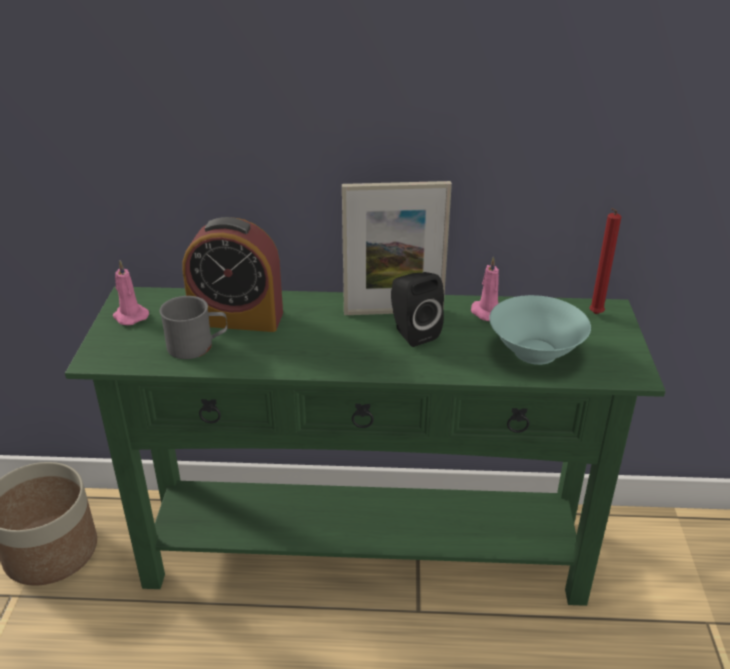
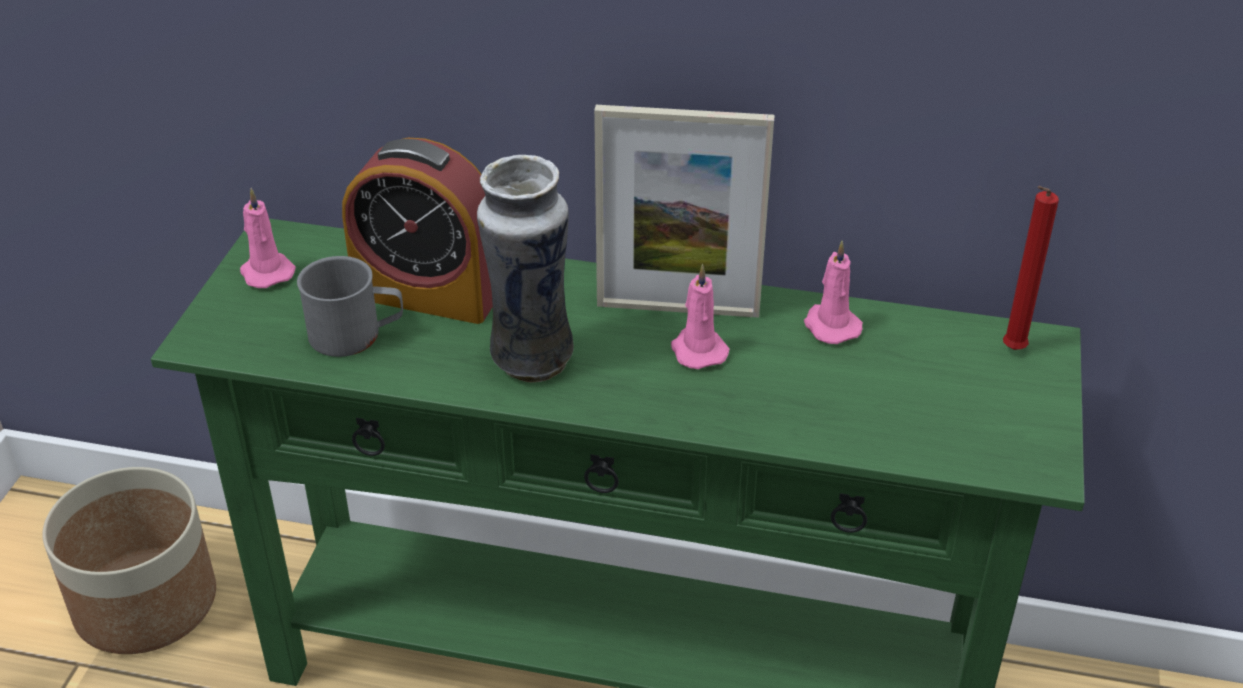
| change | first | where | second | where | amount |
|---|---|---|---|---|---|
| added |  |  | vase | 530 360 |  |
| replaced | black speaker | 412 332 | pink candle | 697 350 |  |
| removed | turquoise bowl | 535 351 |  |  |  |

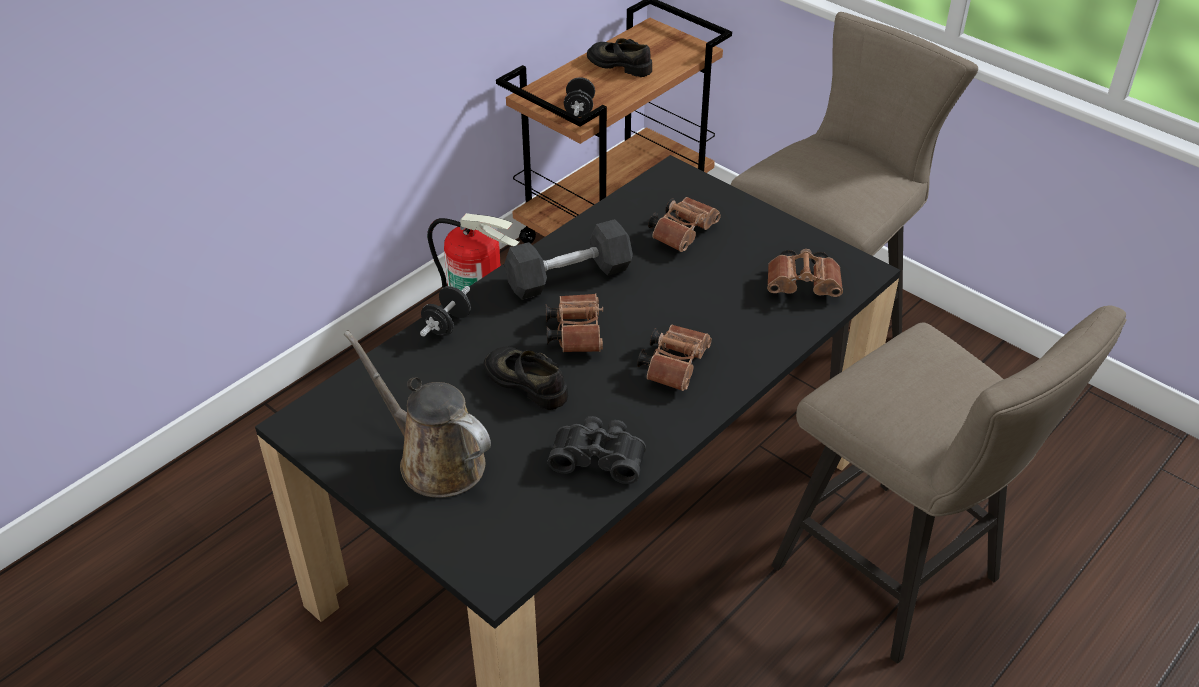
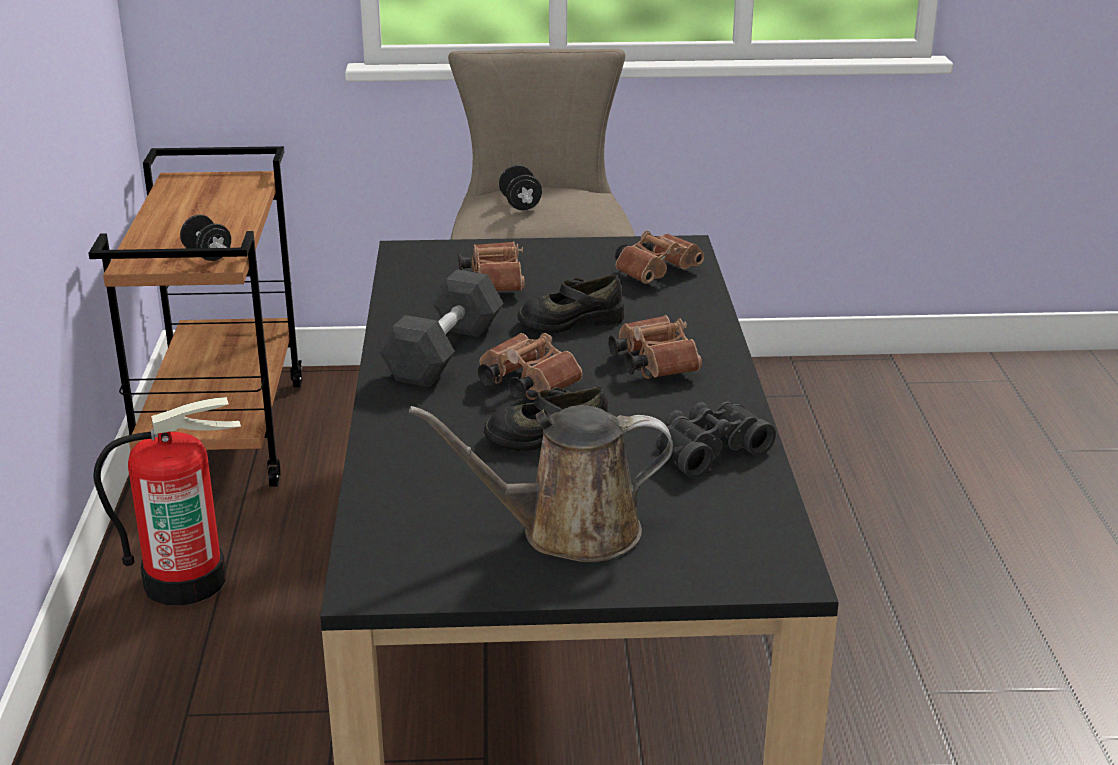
| change | first | where | second | where | amount |
|---|---|---|---|---|---|
| moved | black dumbbell | 447 324 |  | 520 204 |  |
| moved | black shoe | 620 64 |  | 570 321 |  |
| removed | beige stool | 899 580 |  |  |  |

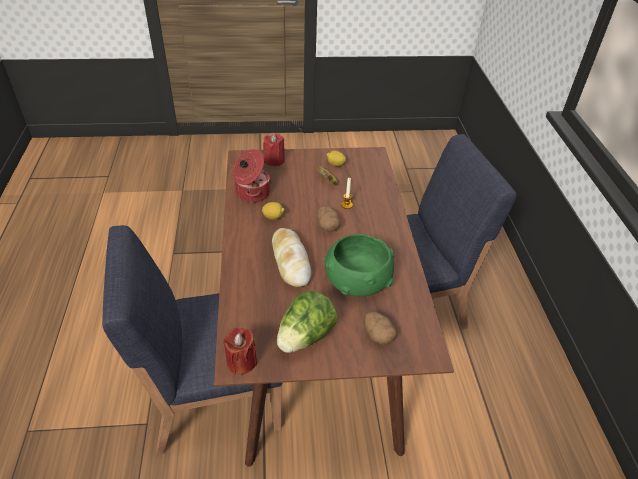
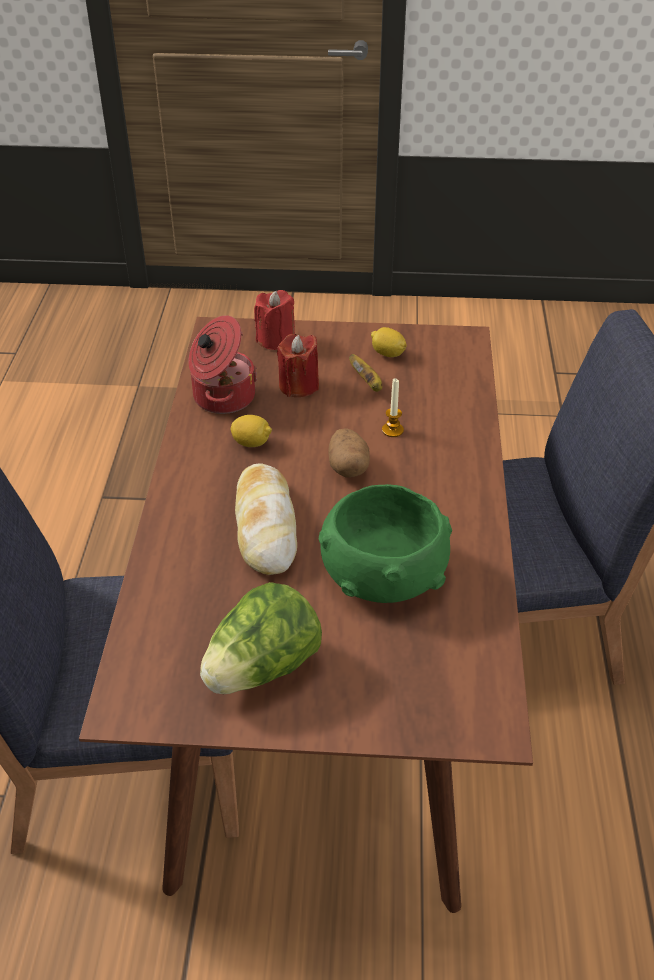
| change | first | where | second | where | amount |
|---|---|---|---|---|---|
| moved | red candle | 241 362 |  | 299 386 |  |
| removed | potato | 378 335 |  |  |  |

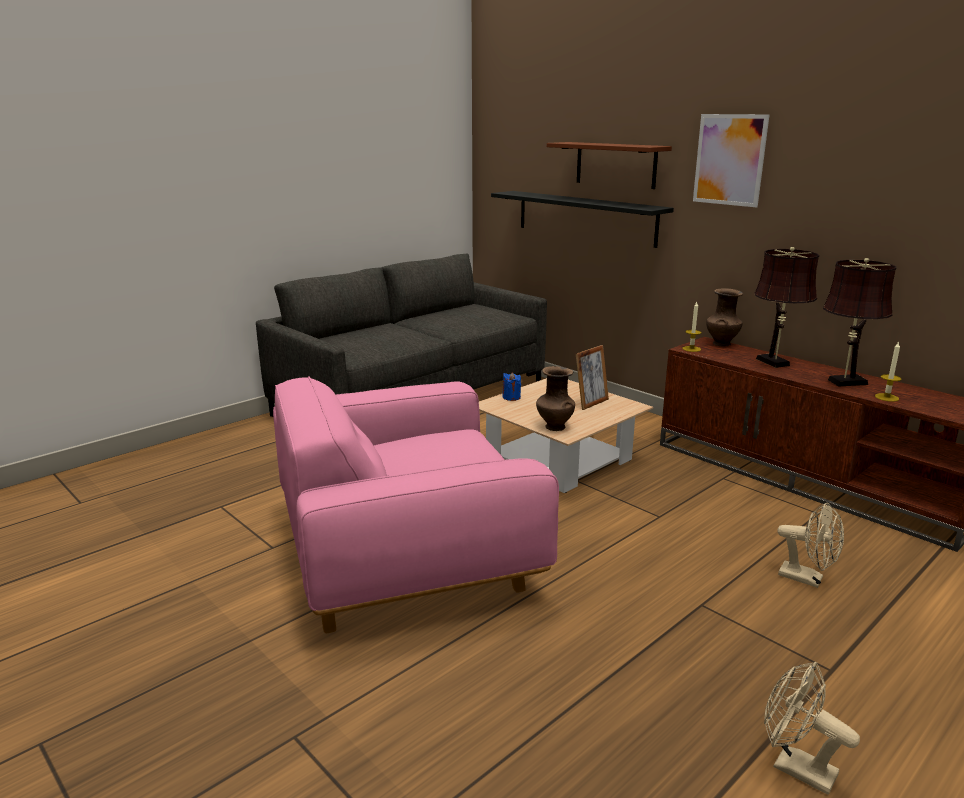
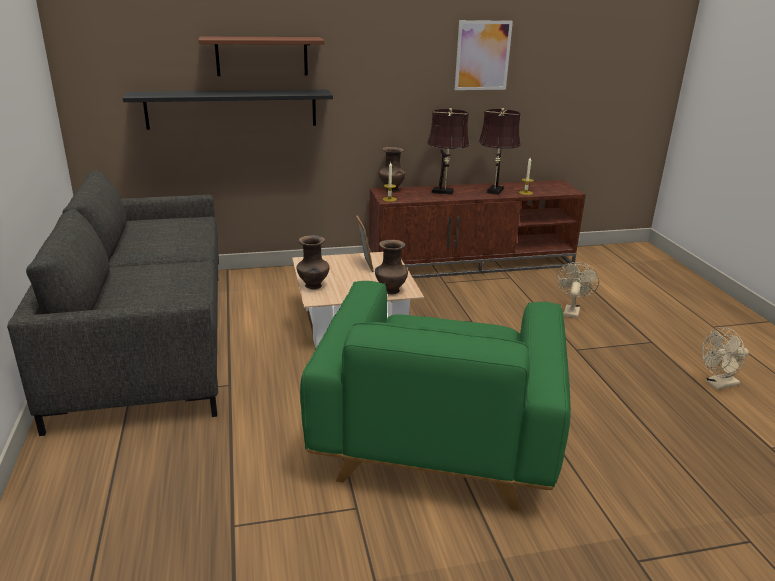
| change | first | where | second | where | amount |
|---|---|---|---|---|---|
| replaced | blue candle | 511 397 | brown vase | 313 286 |  |
| recoloured | pink armchair | 406 557 | green armchair | 437 437 |  |
| moved | picture | 729 160 |  | 482 55 |  |
| turned | beige fan | 807 579 |  | 571 310 | 45 degrees counterclockwise |

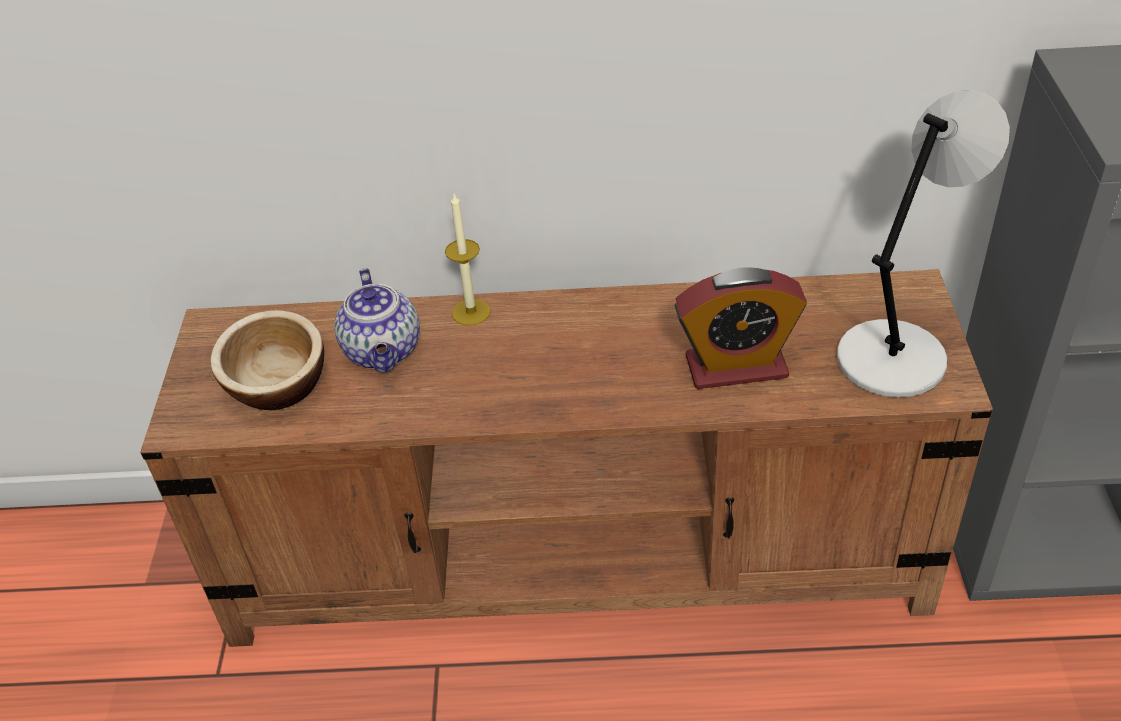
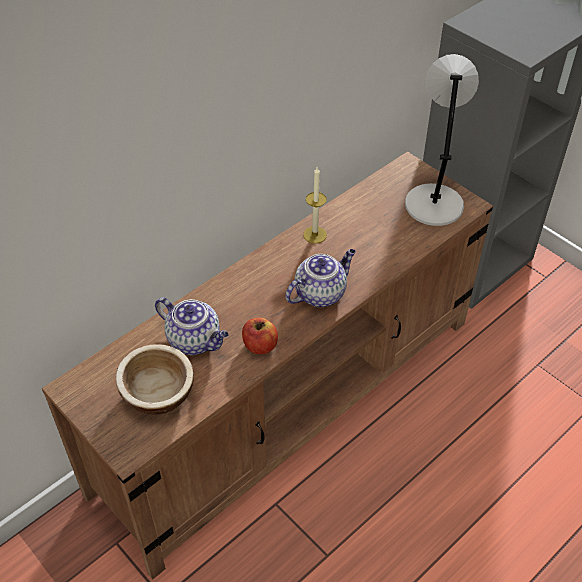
| change | first | where | second | where | amount |
|---|---|---|---|---|---|
| added |  |  | apple | 260 345 |  |
| added |  |  | teapot | 320 293 |  |
| moved | candle | 471 312 |  | 315 235 |  |
| removed | alarm clock | 736 367 |  |  |  |

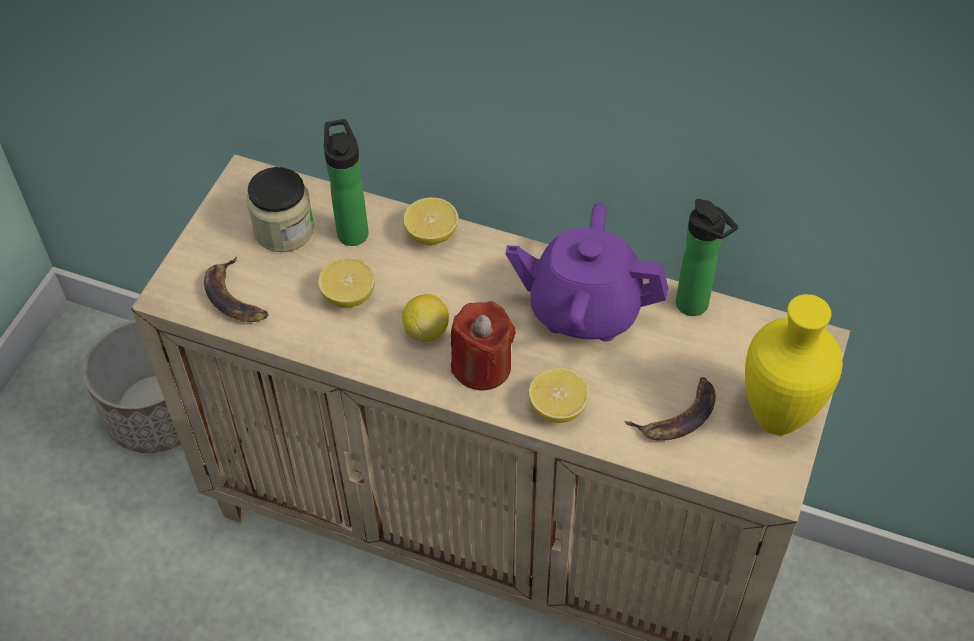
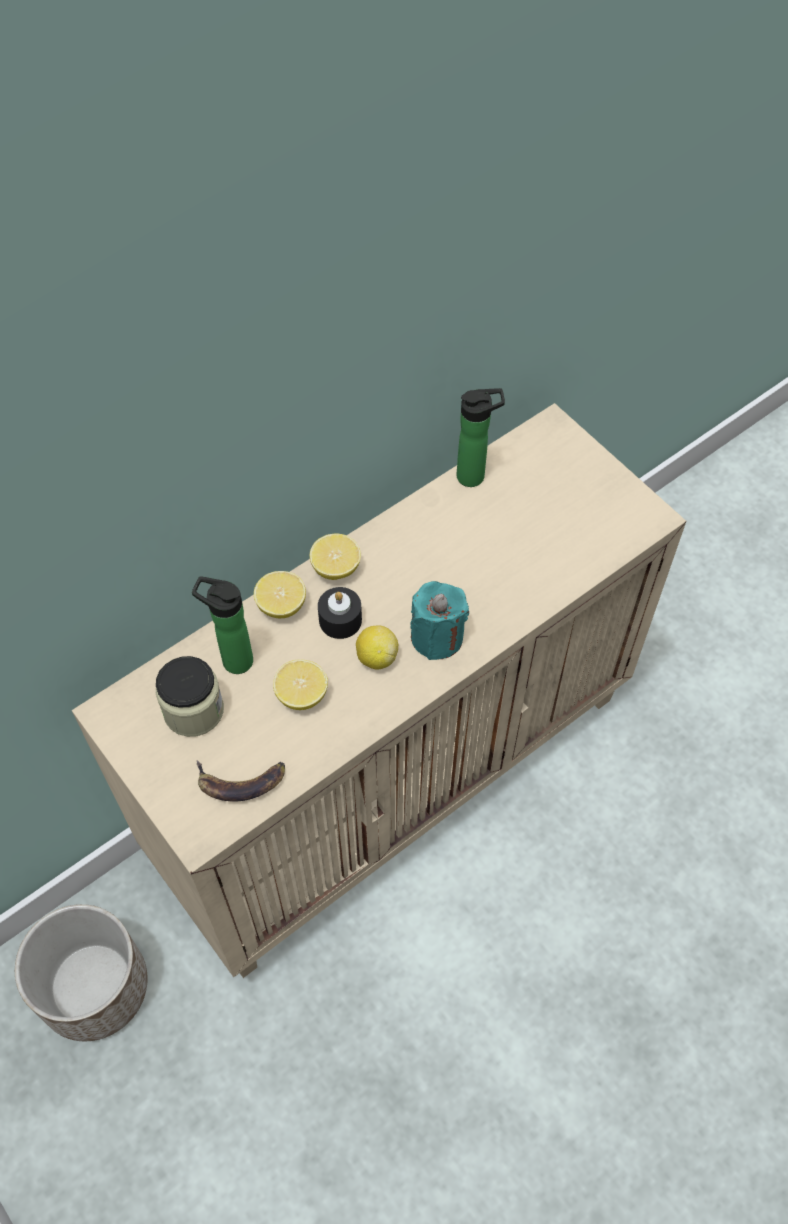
| change | first | where | second | where | amount |
|---|---|---|---|---|---|
| moved | lemon | 558 408 |  | 336 567 |  |
| added |  |  | black candle | 340 620 |  |
| recoloured | red candle | 482 366 | turquoise candle | 437 637 |  |
| removed | purple teapot | 584 309 |  |  |  |
| removed | banana | 678 415 |  |  |  |
| removed | yellow vase | 780 418 |  |  |  |

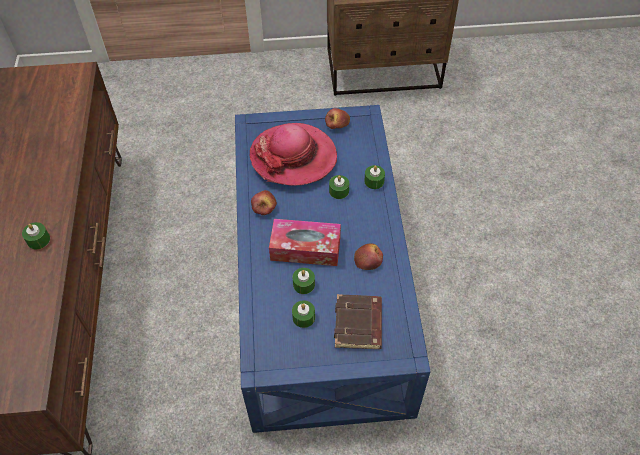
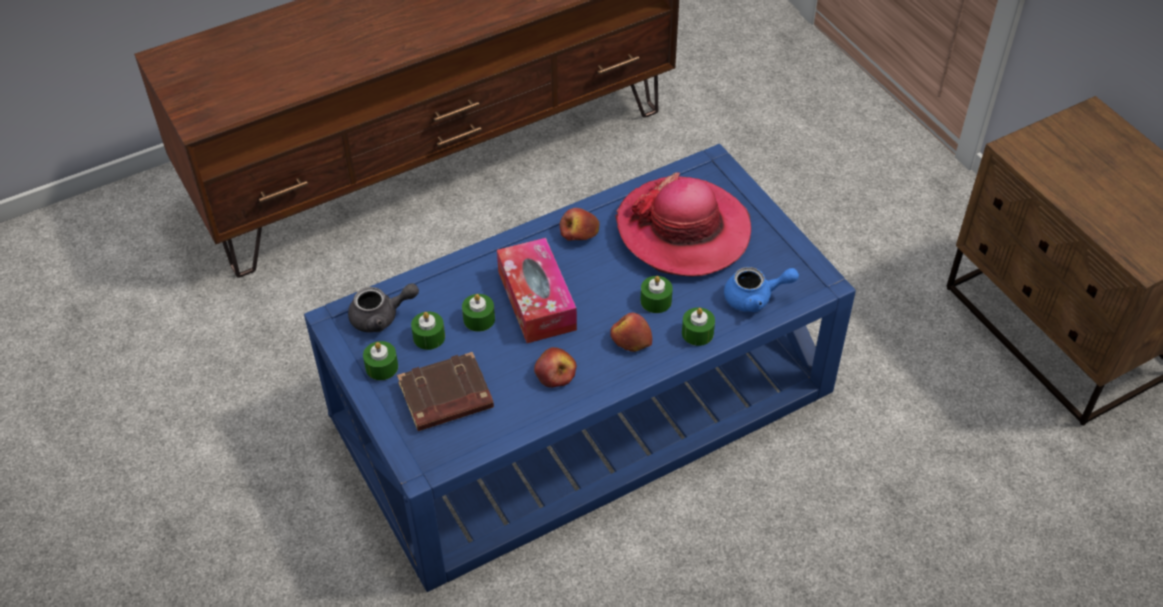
| change | first | where | second | where | amount |
|---|---|---|---|---|---|
| added |  |  | grey teapot | 381 317 |  |
| moved | green candle | 38 240 |  | 382 367 |  |
| moved | apple | 337 123 |  | 630 340 |  |
| added |  |  | blue teapot | 755 298 |  |

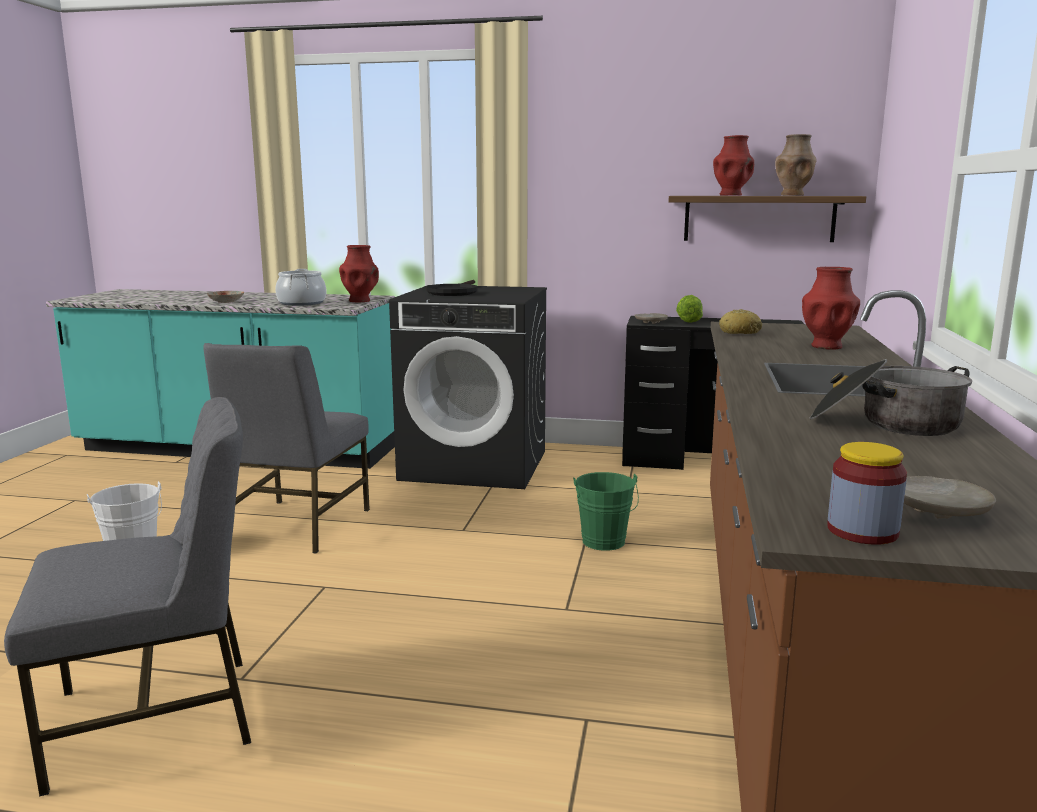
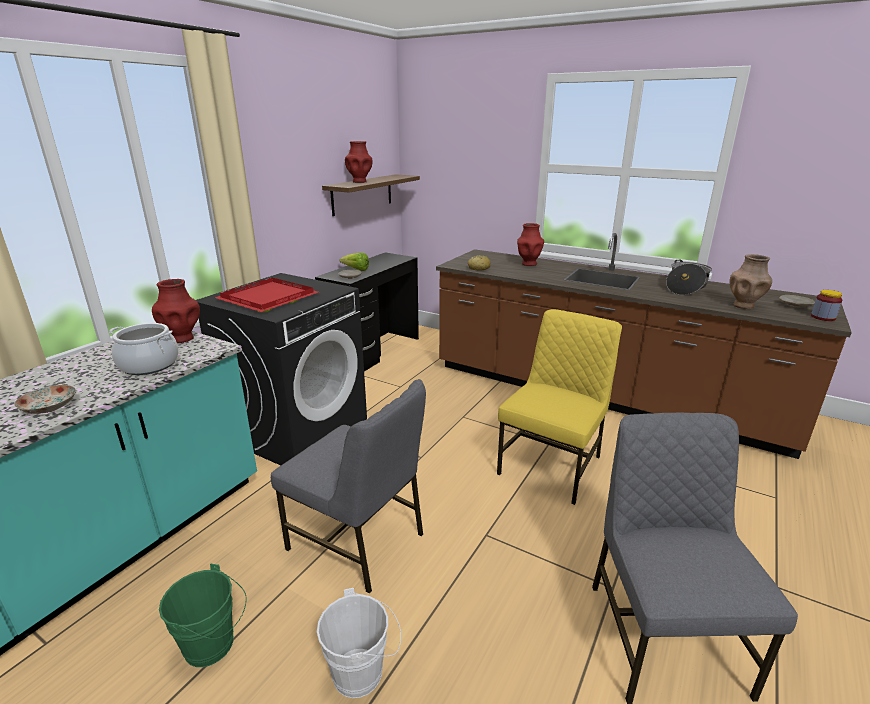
| change | first | where | second | where | amount |
|---|---|---|---|---|---|
| moved | green bucket | 604 543 |  | 214 646 |  |
| replaced | black frying pan | 454 292 | red tray | 268 298 |  |
| added |  |  | yellow chair | 552 465 |  |
| moved | brown vase | 793 195 |  | 744 306 |  |

